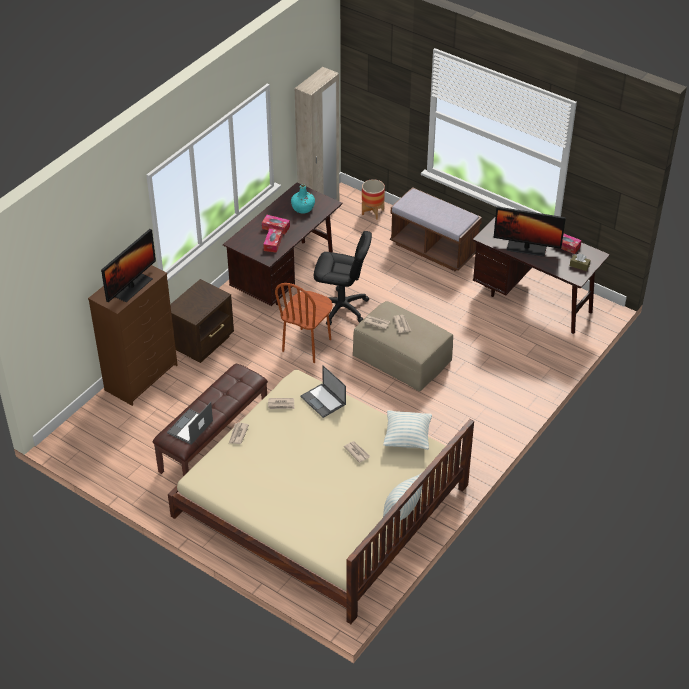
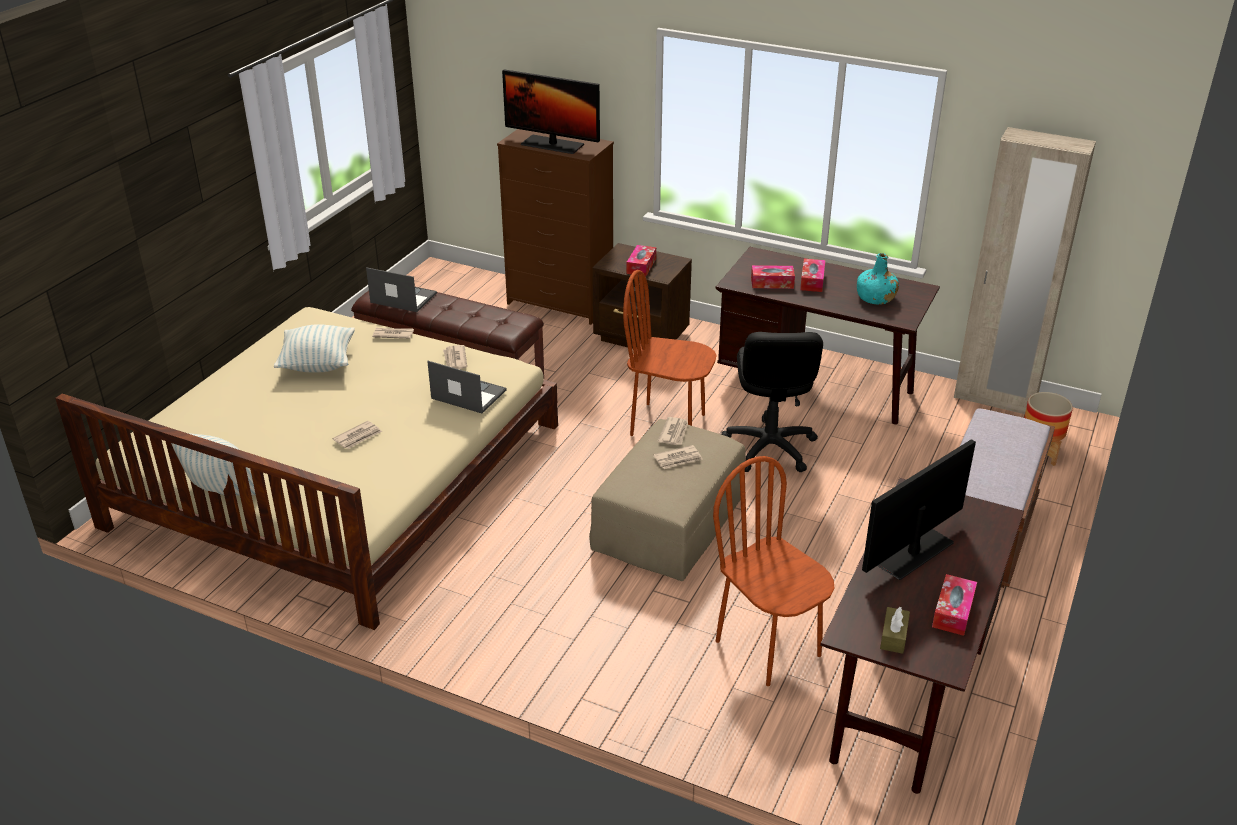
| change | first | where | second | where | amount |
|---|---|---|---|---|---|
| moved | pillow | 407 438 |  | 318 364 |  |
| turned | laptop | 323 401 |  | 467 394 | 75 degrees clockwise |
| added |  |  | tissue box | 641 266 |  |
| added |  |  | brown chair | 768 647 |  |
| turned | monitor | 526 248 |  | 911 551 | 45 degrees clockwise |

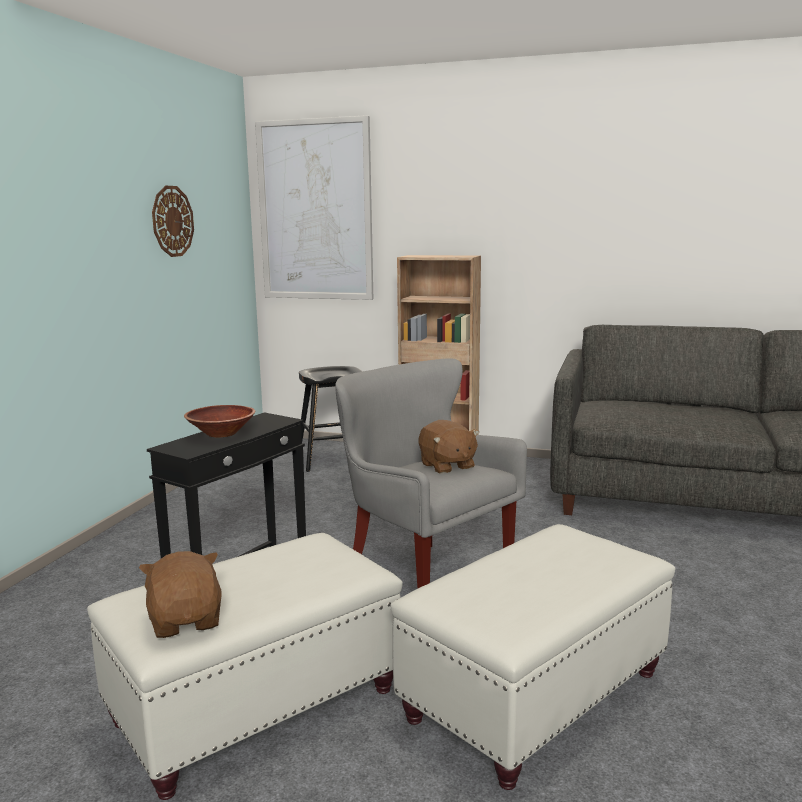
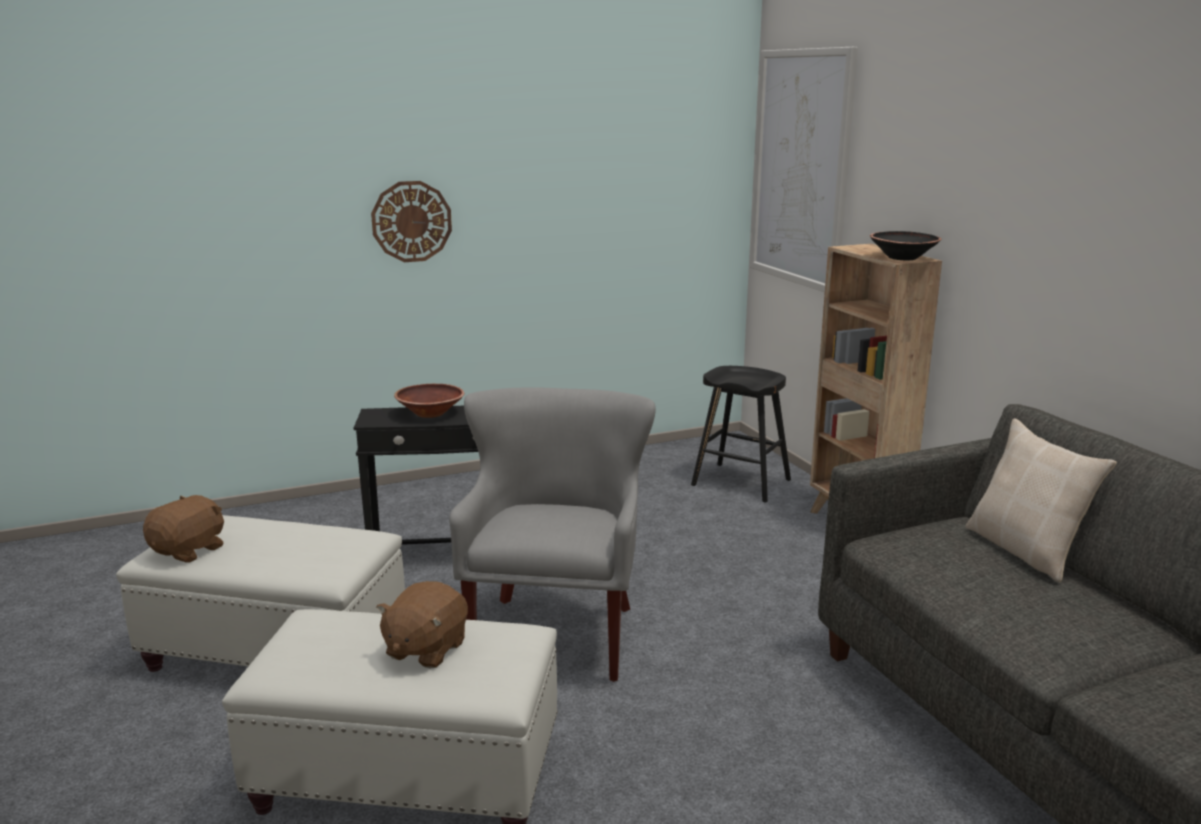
| change | first | where | second | where | amount |
|---|---|---|---|---|---|
| moved | wall clock | 172 221 |  | 411 221 |  |
| moved | brown plush toy | 447 466 |  | 425 649 |  |
| added |  |  | black bowl | 902 258 |  |
| added |  |  | beige pillow | 1026 551 |  |

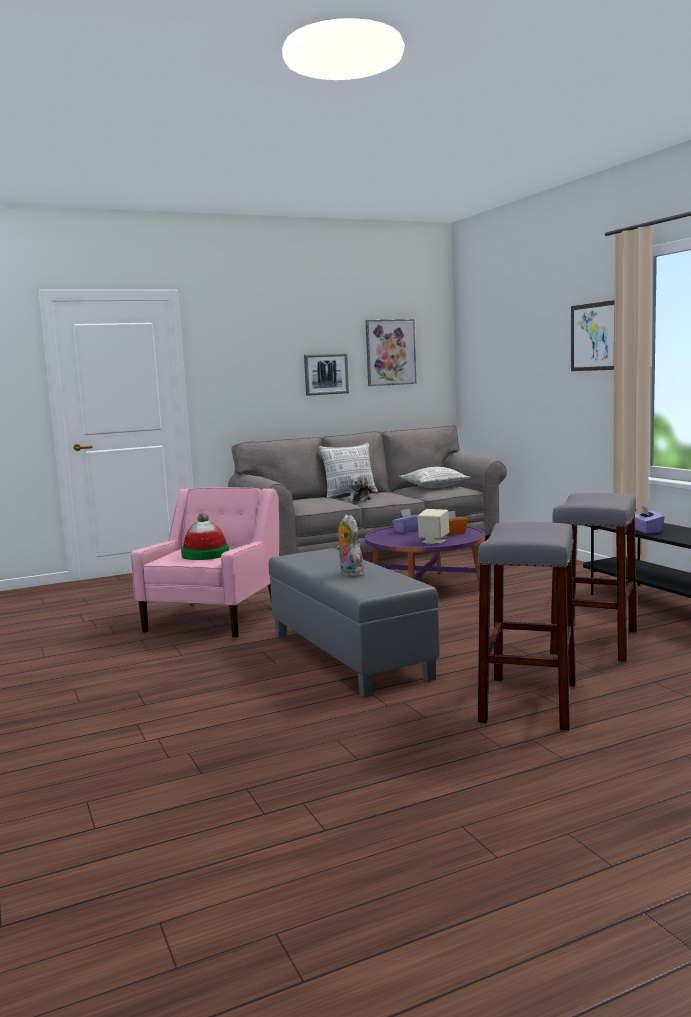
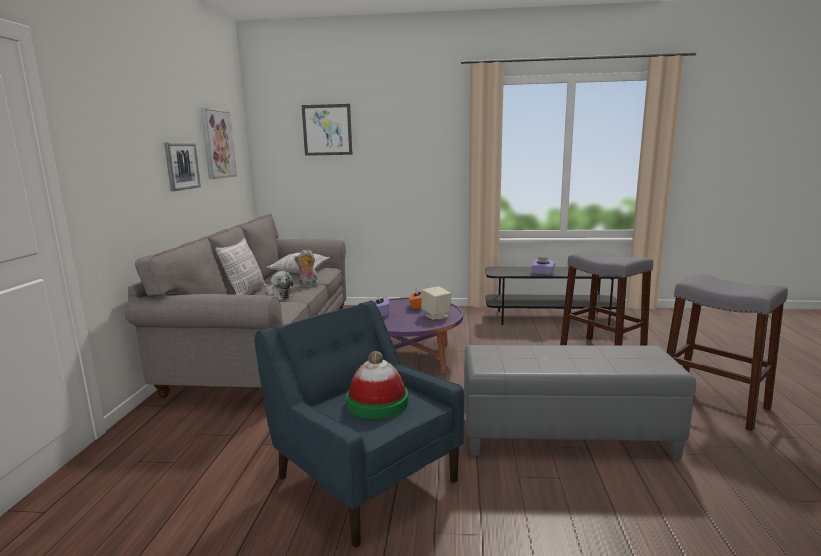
| change | first | where | second | where | amount |
|---|---|---|---|---|---|
| recoloured | pink armchair | 215 618 | blue armchair | 364 476 |  |
| moved | plush toy | 349 574 |  | 307 286 |  |
| moved | picture | 594 337 |  | 327 130 |  |

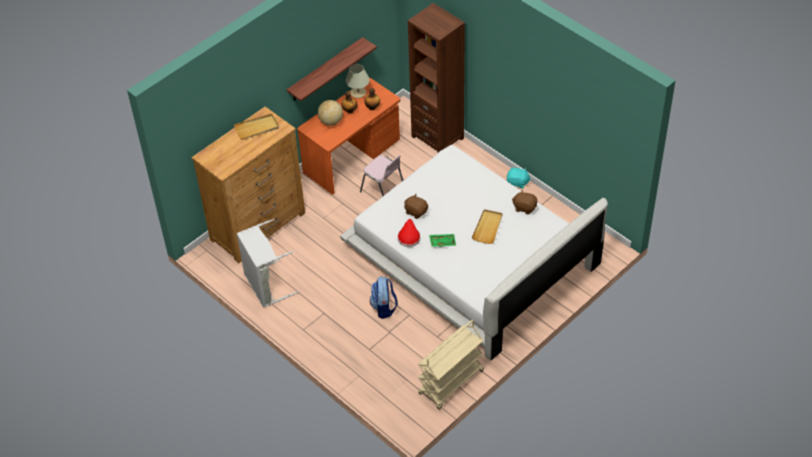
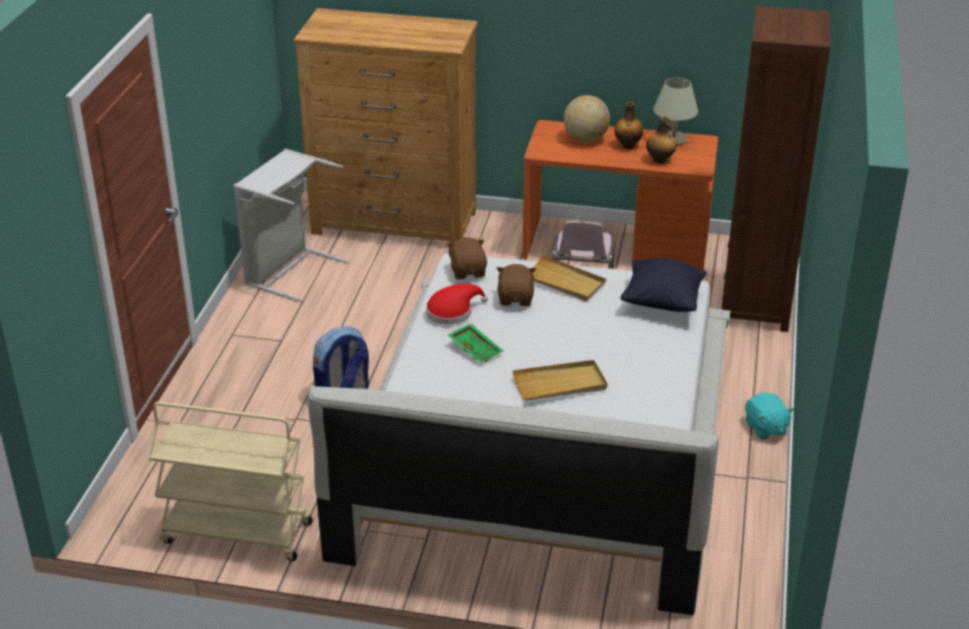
| change | first | where | second | where | amount |
|---|---|---|---|---|---|
| moved | brown plush toy | 524 207 |  | 468 272 |  |
| moved | beige tray | 257 128 |  | 563 281 |  |
| added |  |  | black pillow | 662 302 |  |
| removed | shelf | 325 70 |  |  |  |

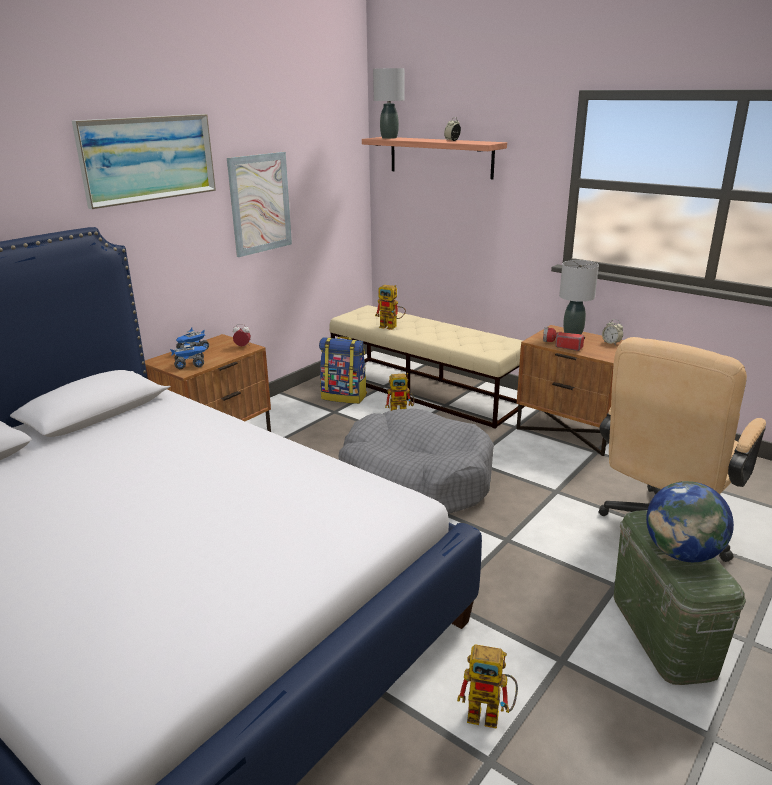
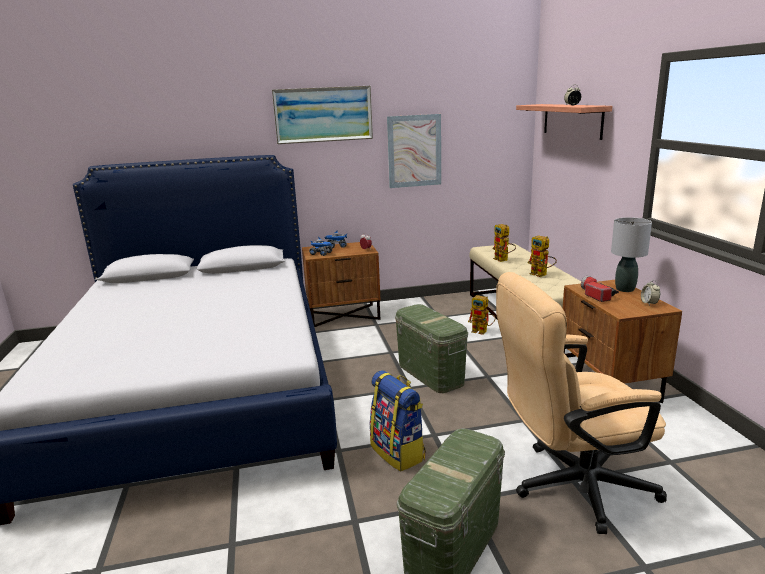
| change | first | where | second | where | amount |
|---|---|---|---|---|---|
| moved | backpack | 344 396 |  | 398 452 |  |
| replaced | grey dog bed | 416 478 | green storage box | 431 374 |  |
| moved | toy robot | 490 715 |  | 542 274 |  |
| removed | grey table lamp | 389 138 |  |  |  |
| removed | globe | 682 553 |  |  |  |

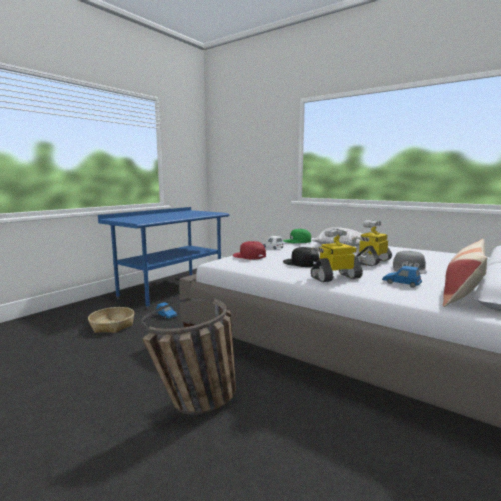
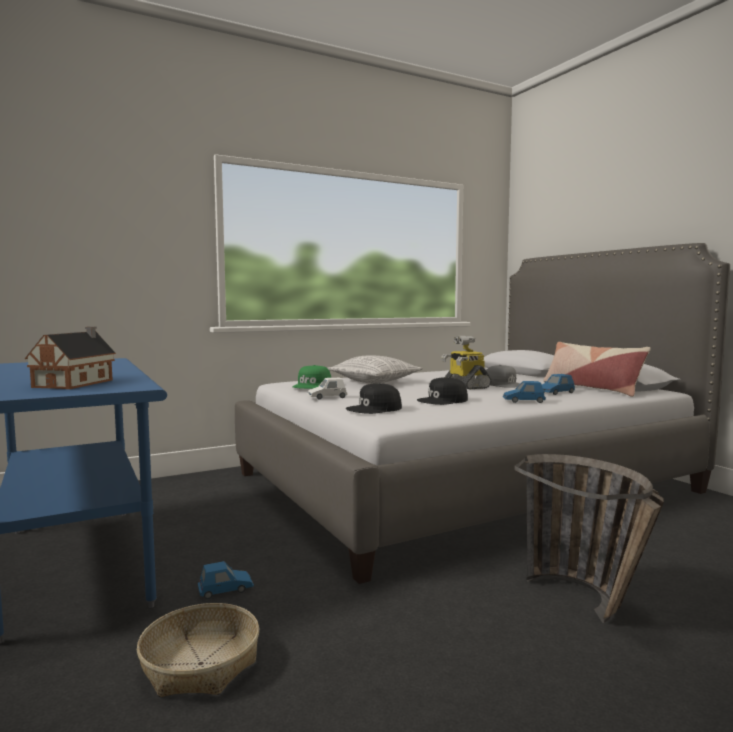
| change | first | where | second | where | amount |
|---|---|---|---|---|---|
| added |  |  | toy house | 76 383 |  |
| recoloured | red cap | 249 256 | black cap | 374 409 |  |
| replaced | toy robot | 335 277 | blue toy car | 523 401 |  |

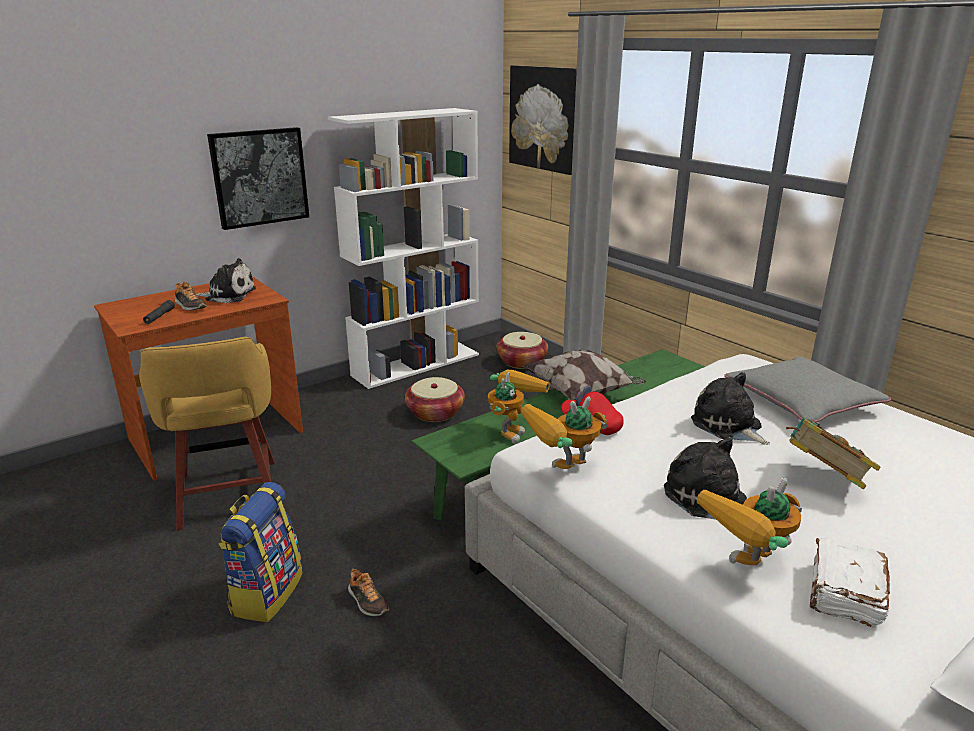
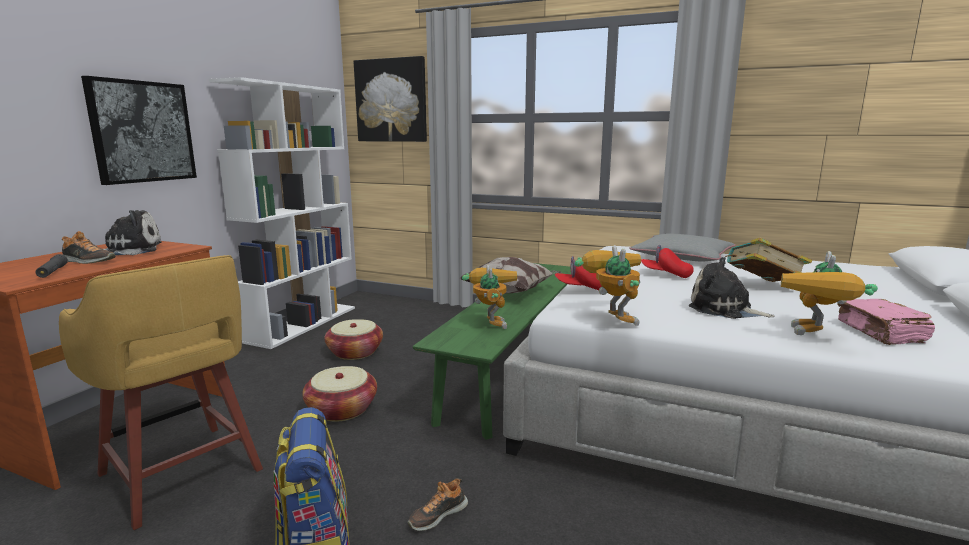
| change | first | where | second | where | amount |
|---|---|---|---|---|---|
| moved | basket | 521 362 |  | 342 409 |  |
| turned | shoe | 367 602 |  | 437 515 | 120 degrees clockwise |
| turned | toy robot | 562 474 |  | 610 318 | 135 degrees clockwise |
| replaced | plush toy | 728 426 | red cap | 666 275 |  |
| recoloured | white book | 844 594 | pink book | 880 333 |  |

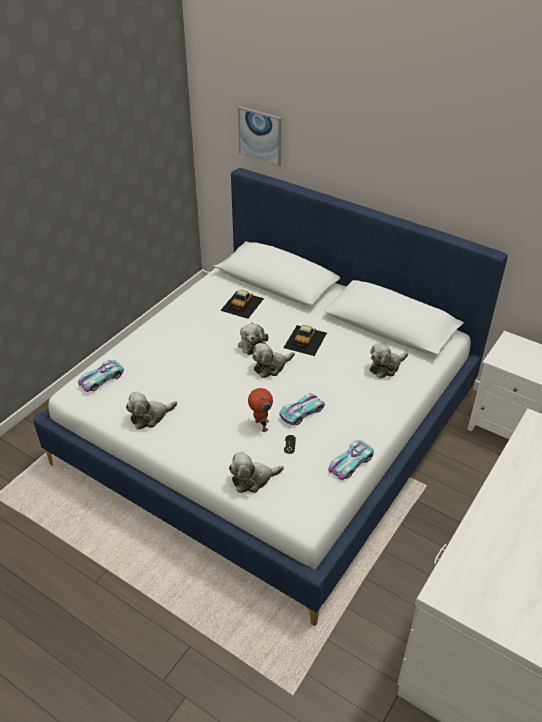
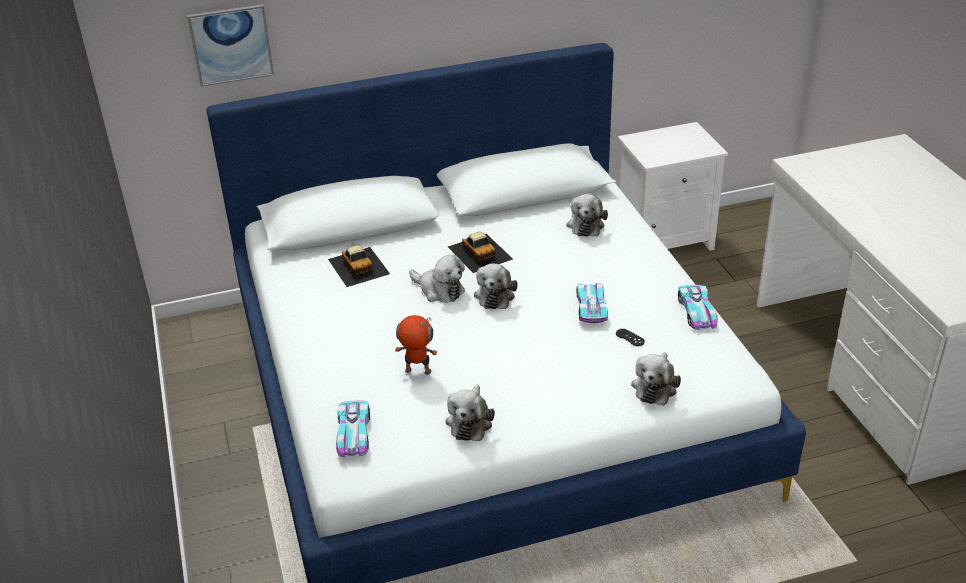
| change | first | where | second | where | amount |
|---|---|---|---|---|---|
| moved | toy robot | 260 426 |  | 417 372 |  |

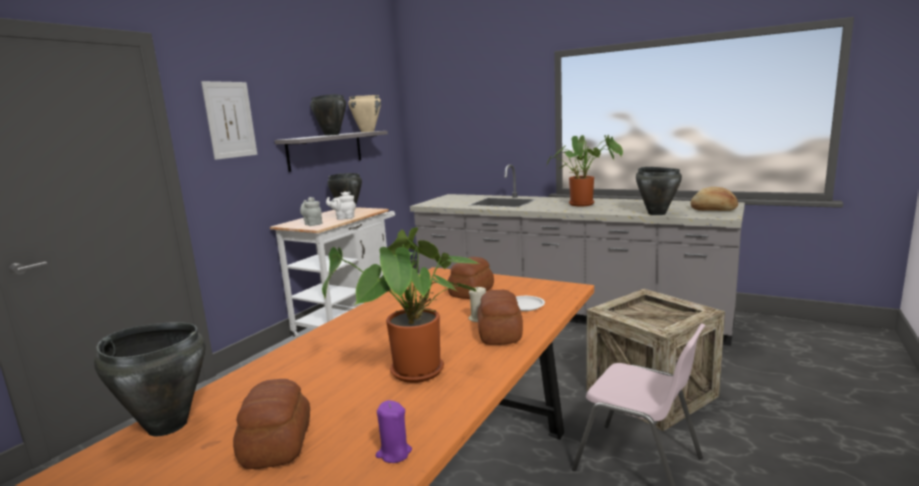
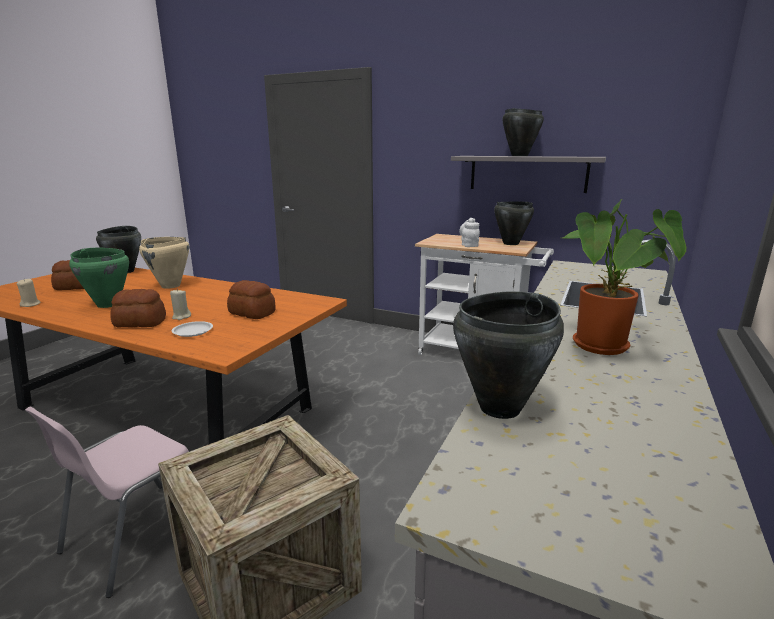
| change | first | where | second | where | amount |
|---|---|---|---|---|---|
| recoloured | purple candle | 394 453 | beige candle | 30 304 |  |
| replaced | potted plant | 416 375 | green cooking pot | 108 304 |  |
| moved | beige cooking pot | 368 131 |  | 170 286 |  |
| removed | picture | 230 120 |  |  |  |
| removed | grey teapot | 312 224 |  |  |  |
| removed | bread | 713 210 |  |  |  |

